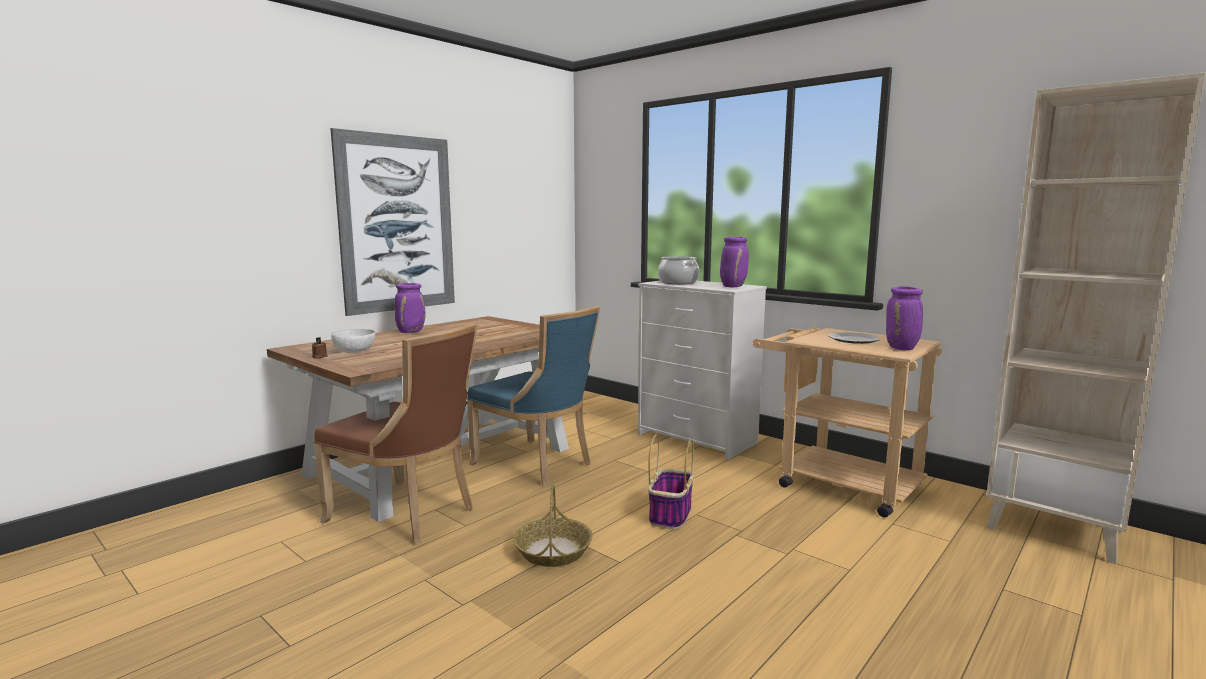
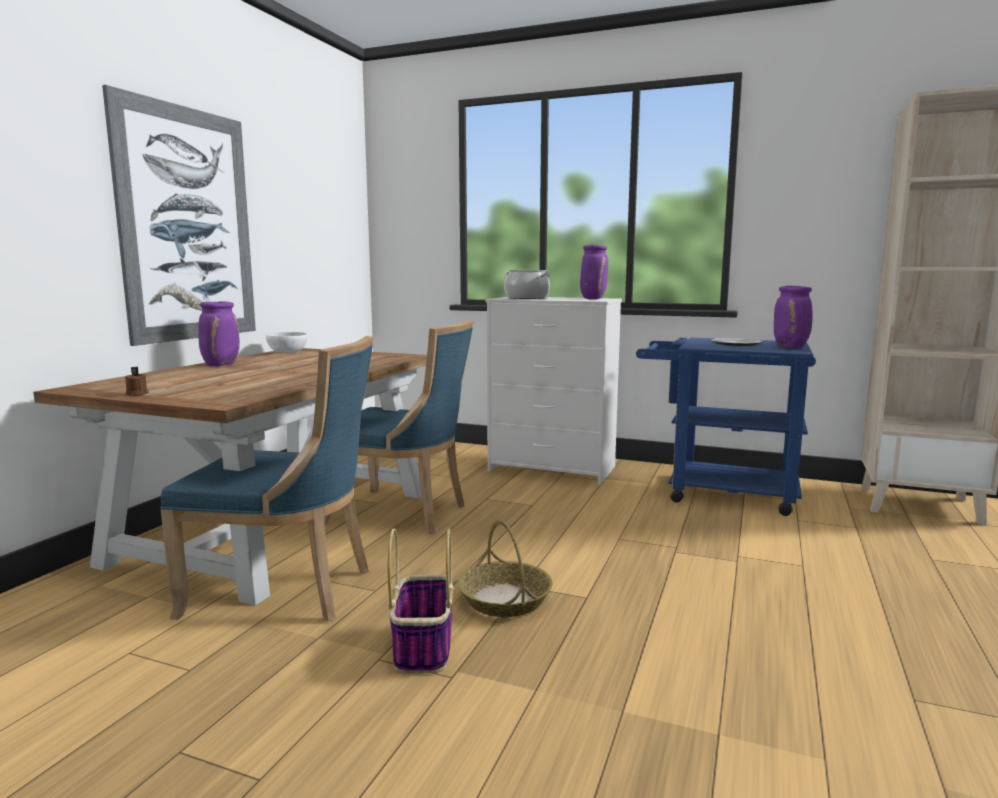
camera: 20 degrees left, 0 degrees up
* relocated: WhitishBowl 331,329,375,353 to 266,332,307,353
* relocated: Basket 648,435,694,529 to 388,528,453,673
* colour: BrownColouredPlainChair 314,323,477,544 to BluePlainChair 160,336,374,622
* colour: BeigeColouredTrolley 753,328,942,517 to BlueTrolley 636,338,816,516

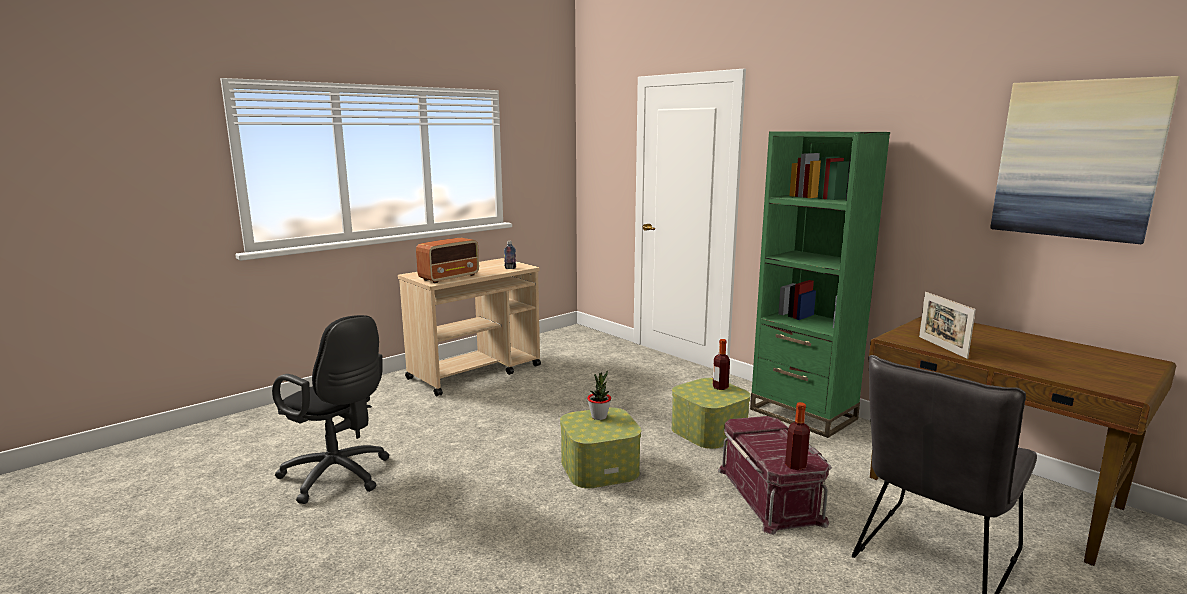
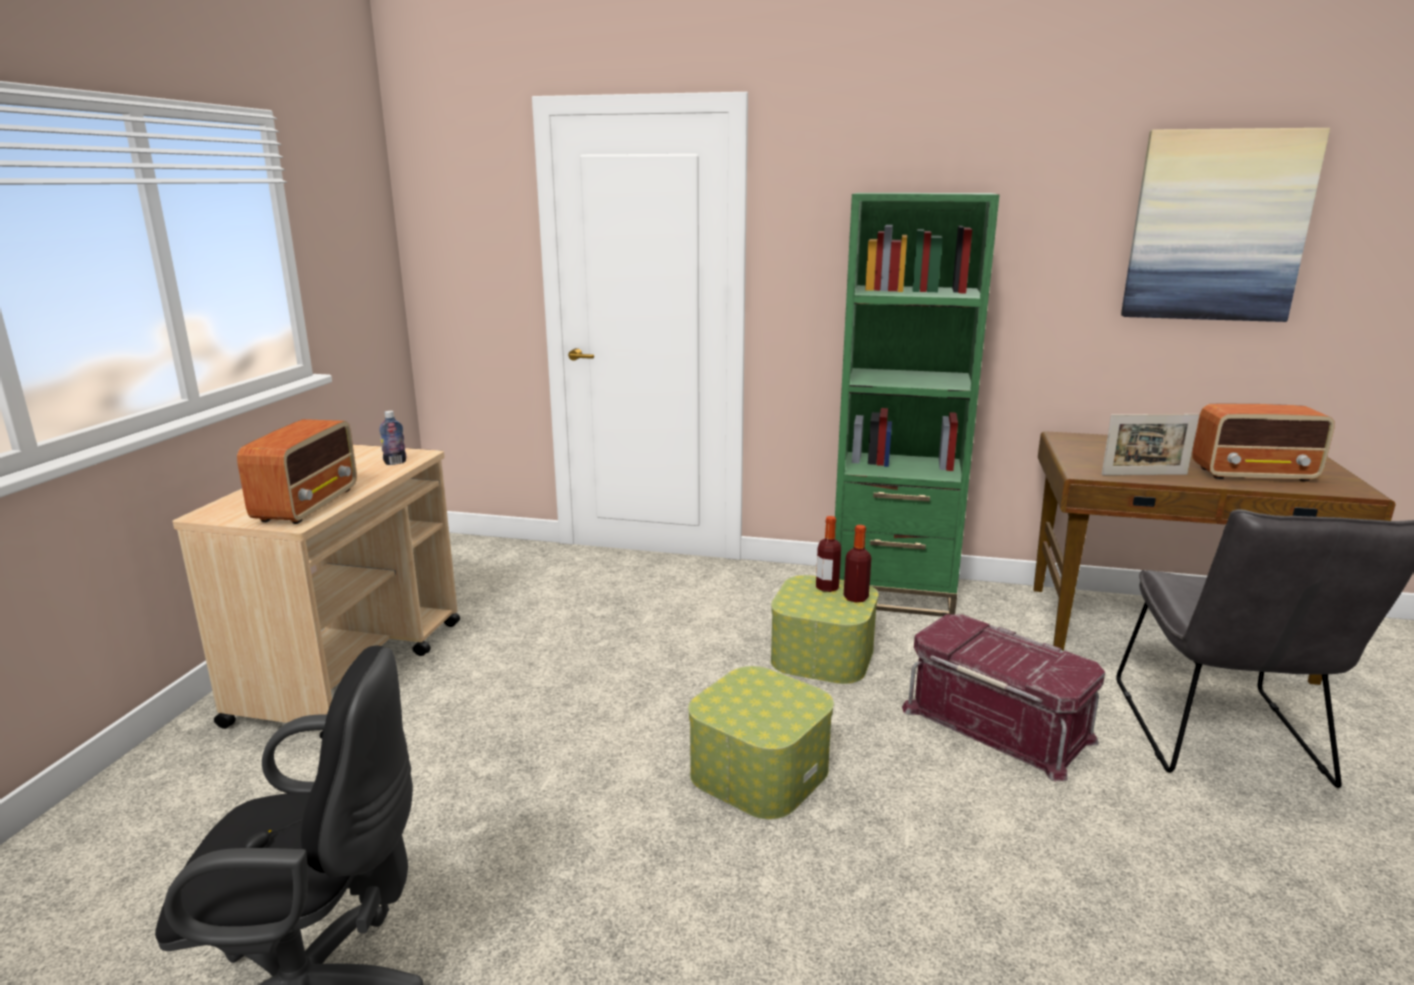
camera: 35 degrees left, 5 degrees up
* missing: PlantInAPot 587,371,611,420
* appeared: RadioReceiver 1192,404,1335,482
* relocated: BeverageBottle 785,402,810,470 to 844,525,871,603
* spun: PictureFrame 919,292,976,359 = 1101,414,1199,475 45 degrees counterclockwise

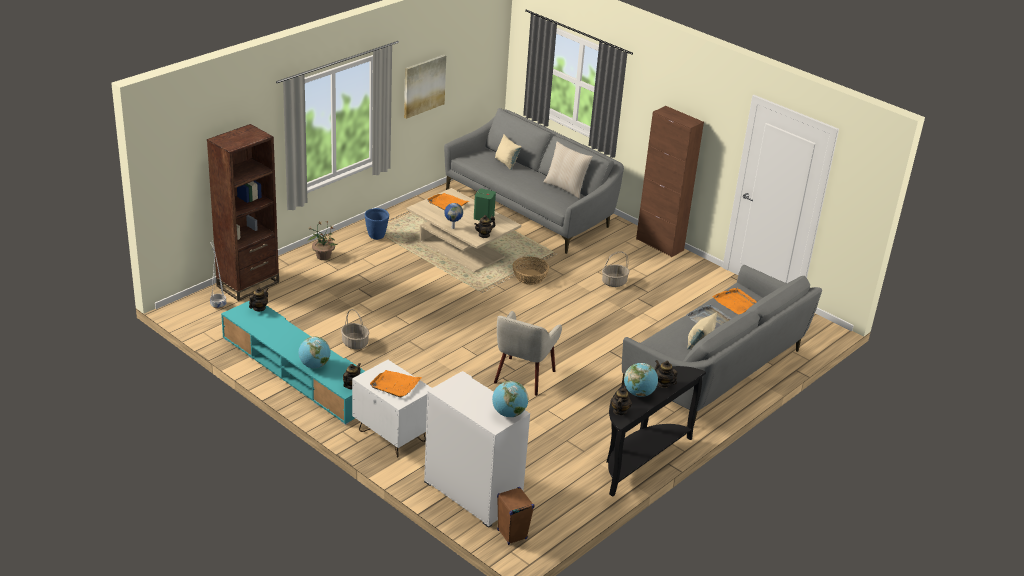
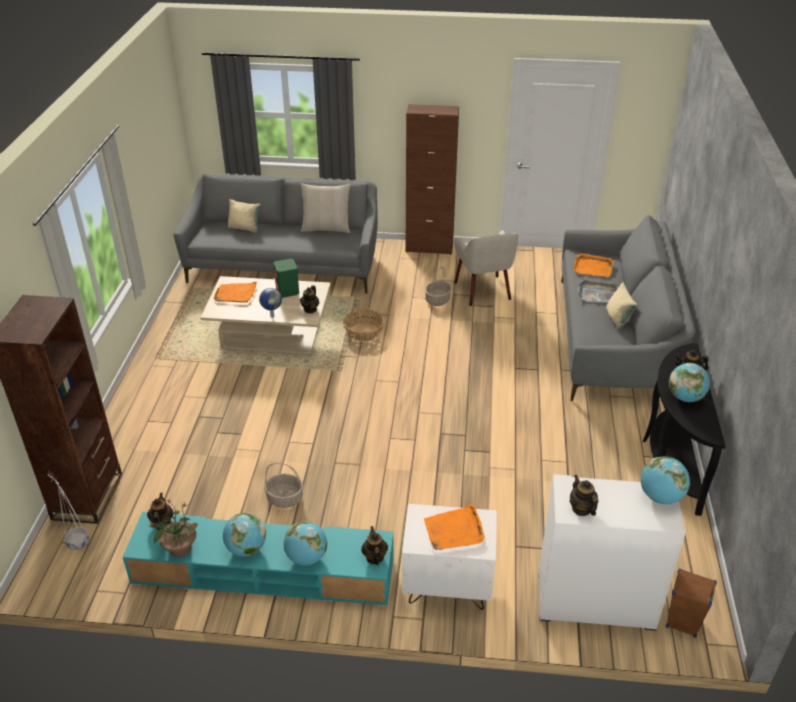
camera: 35 degrees left, 5 degrees up
* missing: BluePlantPot 365,208,389,240
* missing: WallArt 404,55,446,119
* appeared: WorldGlobe 223,513,266,557
* relocated: PlantInAPot 308,221,337,260 to 148,499,198,557
* relocated: BeigeColouredArmchair 494,311,562,396 to 454,230,518,306
* relocated: PotForTea 611,386,632,415 to 570,475,598,516

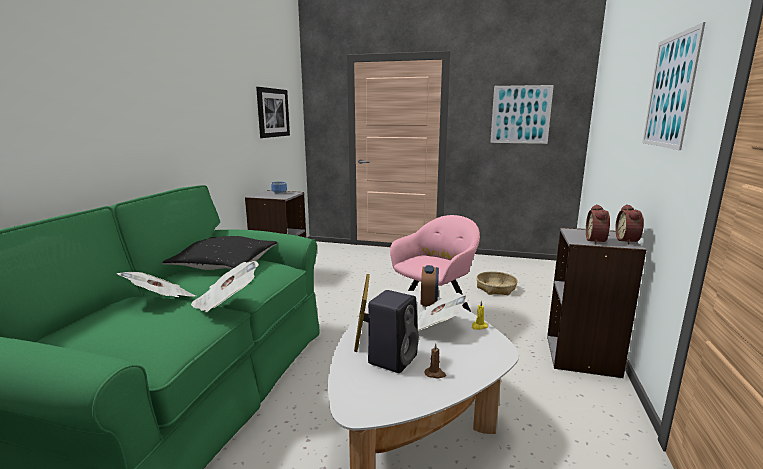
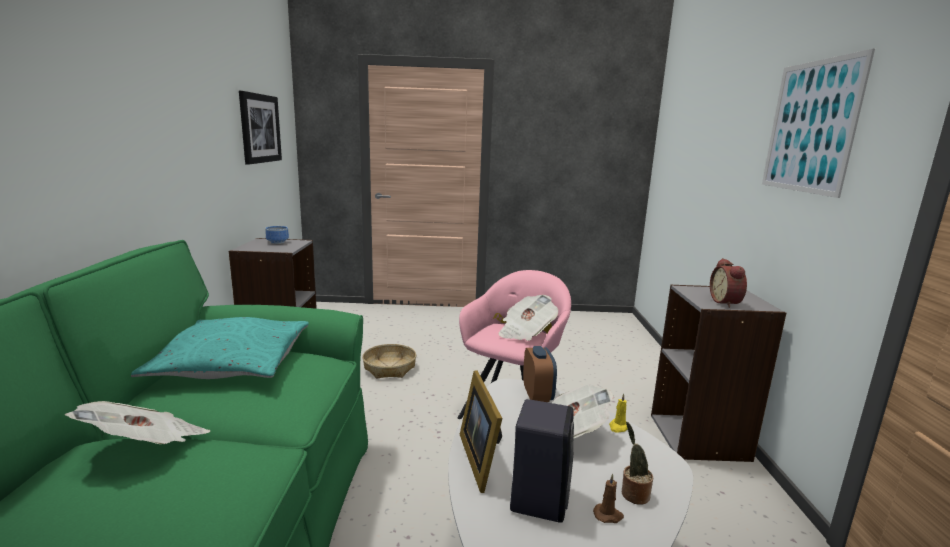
camera: 15 degrees left, 0 degrees up
* missing: WallArt 490,85,554,144
* missing: AlarmClock 615,204,644,244
* appeared: PlantInAPot 622,422,653,505
* relocated: PrintedPaper 191,261,259,313 to 498,295,558,341
* relocated: Basket 476,271,518,295 to 362,344,416,379
* colour: BlackColouredPillow 162,236,277,270 to BlueGreenPillow 131,317,309,379

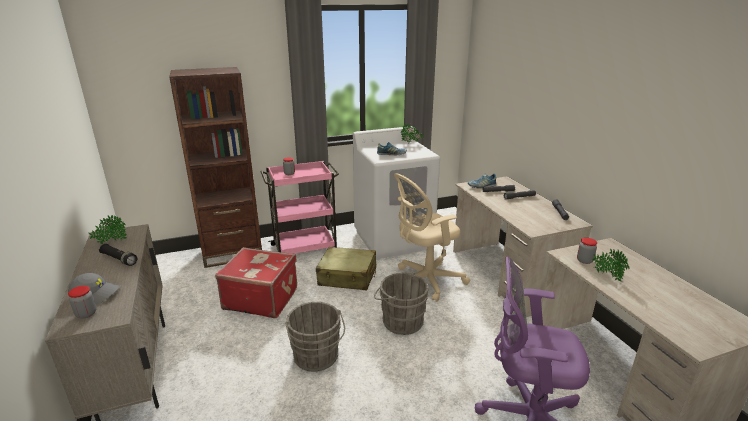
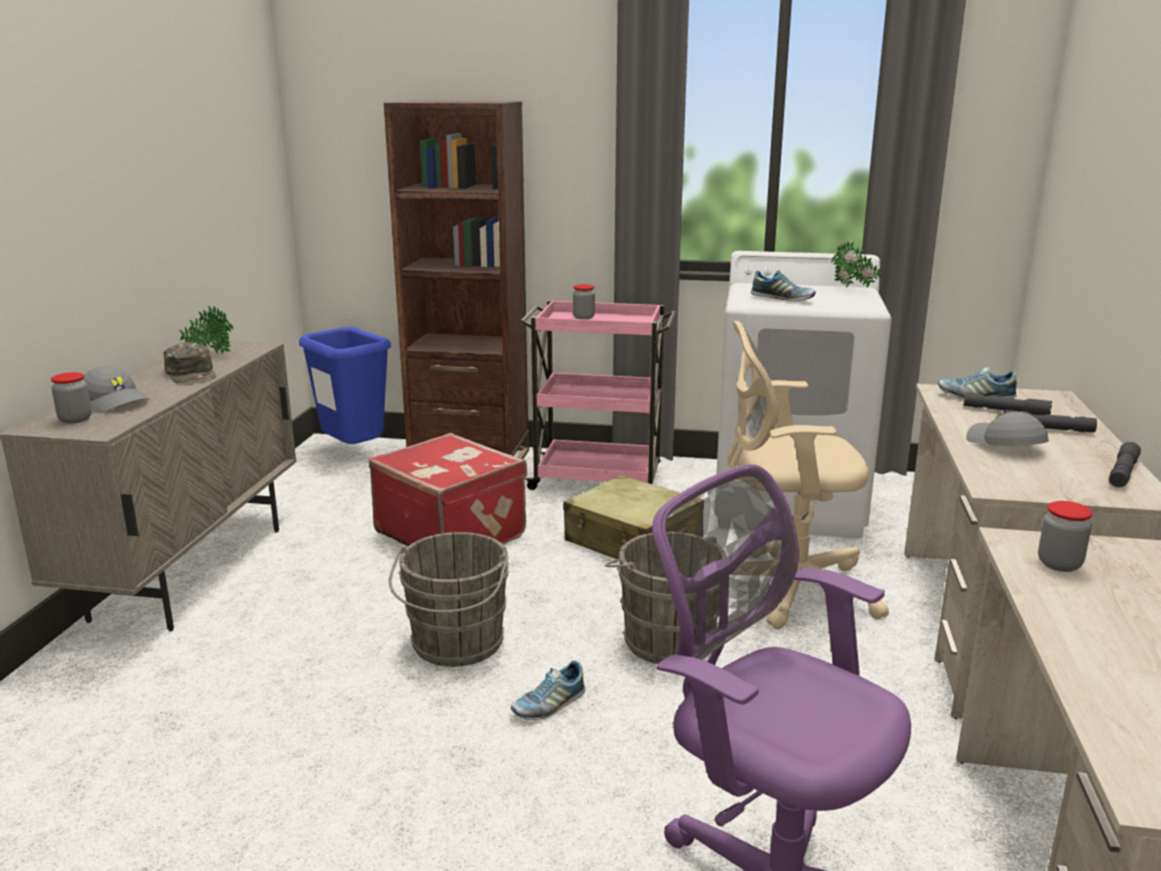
camera: 30 degrees right, 5 degrees down
* missing: PlantInAPot 592,249,629,282
* appeared: BlueTrashCan 299,327,391,444
* appeared: Shoe 511,660,585,720
* appeared: GreyCap 966,412,1049,446
* exchanged: BlackColouredHandTorch 99,244,137,266 to GreenColouredCap 163,342,216,383

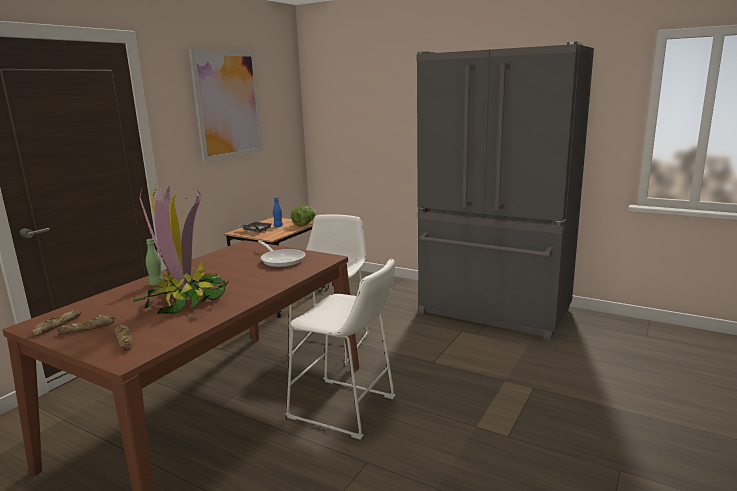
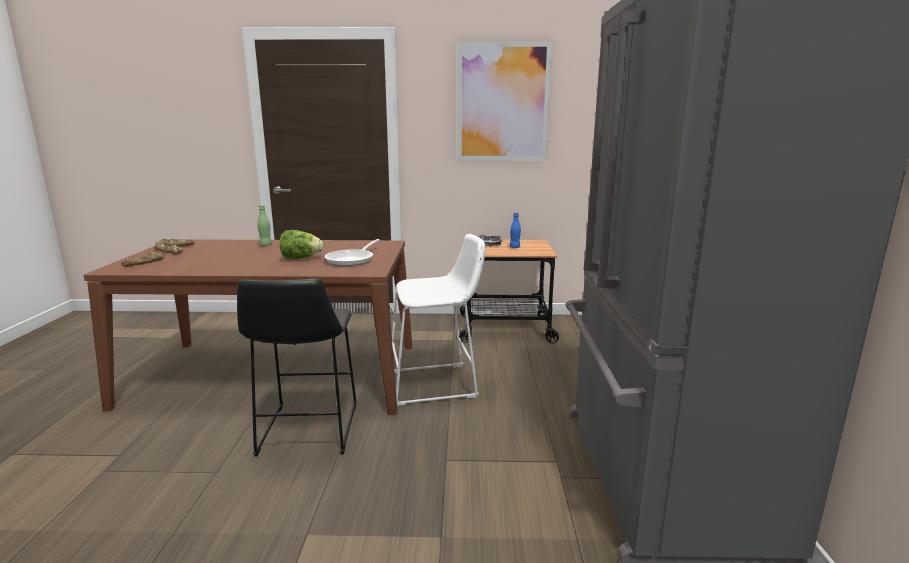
camera: 60 degrees right, 0 degrees up
* missing: PlantInAPot 133,182,229,314
* relocated: HeadOfLettuce 291,206,316,226 to 280,230,323,259
* colour: WhitishStoolSeat 285,259,395,440 to BlackColouredStoolSeat 237,279,356,457

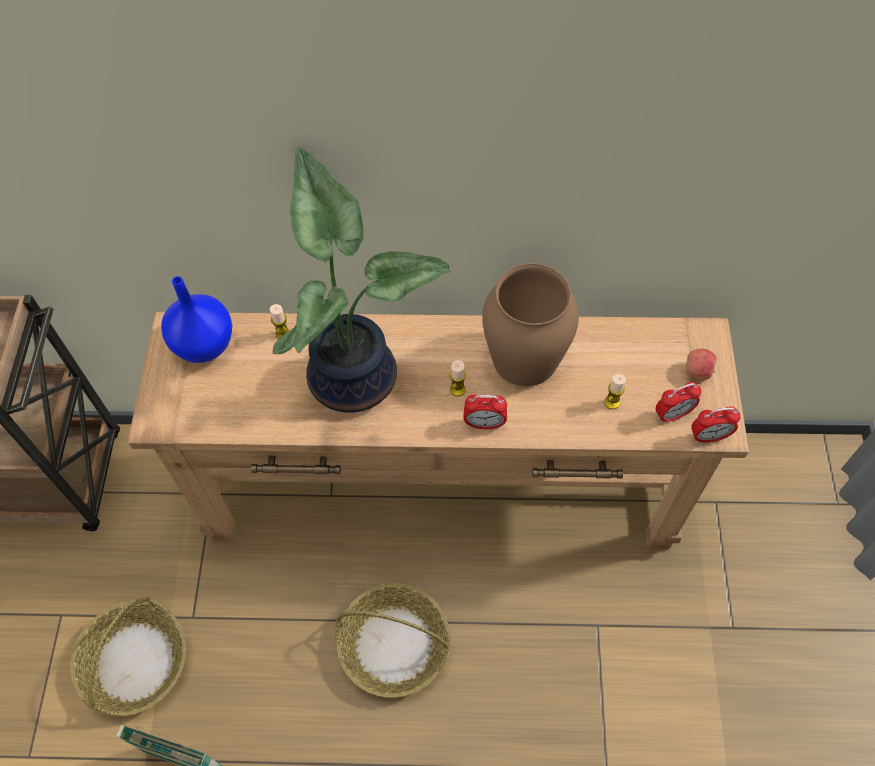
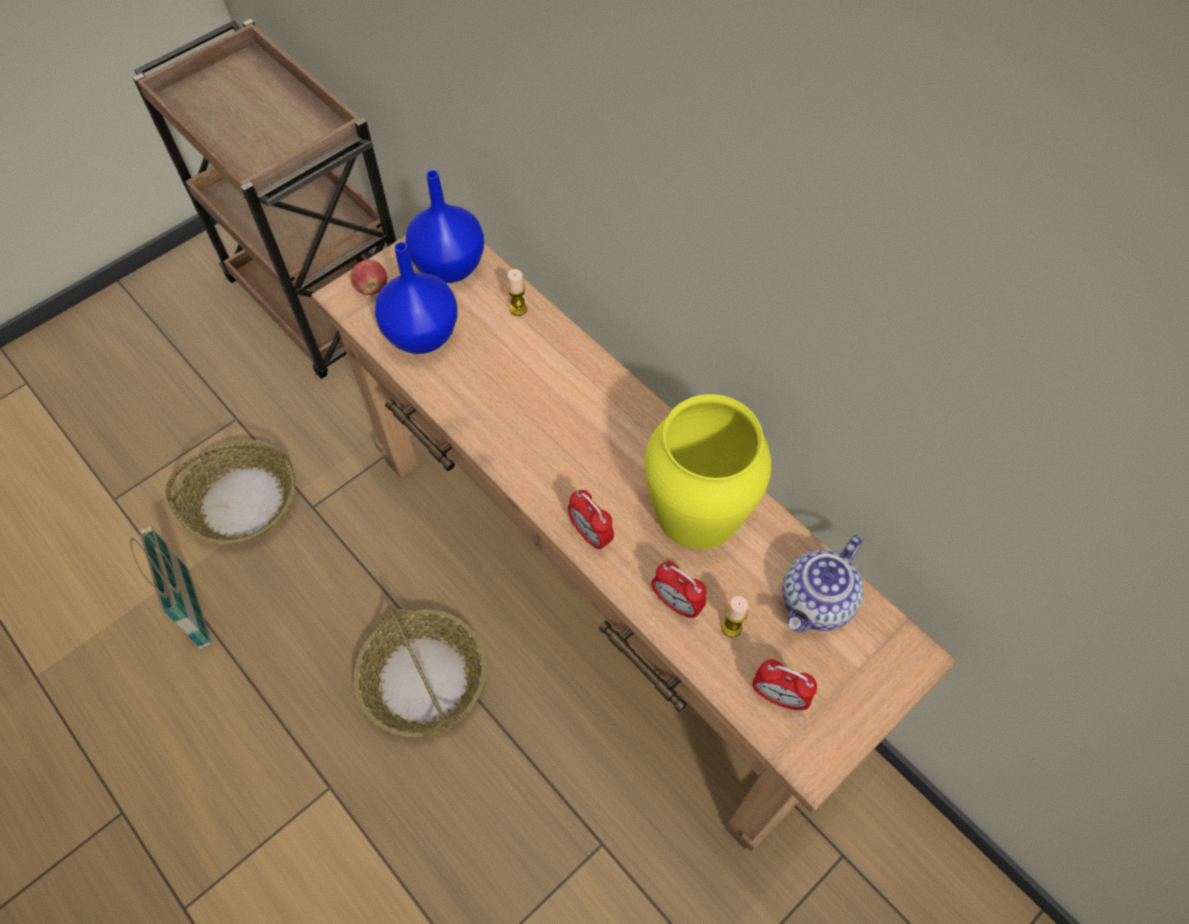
camera: 45 degrees right, 0 degrees up
* missing: PlantInAPot 273,148,451,413
* missing: Candle 450,360,466,396
* appeared: BlueFlowerVase 375,242,458,354
* appeared: PotForTea 782,535,864,632
* relocated: Apple 686,349,717,380 to 351,260,387,295
* relocated: AlarmClock 691,406,741,443 to 652,562,706,618
* colour: BrownColouredFlowerVase 482,263,579,386 to YellowishFlowerVase 644,394,771,549

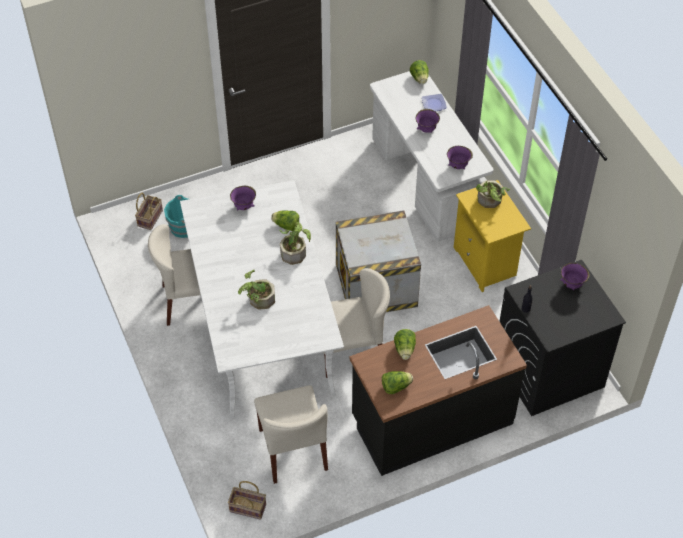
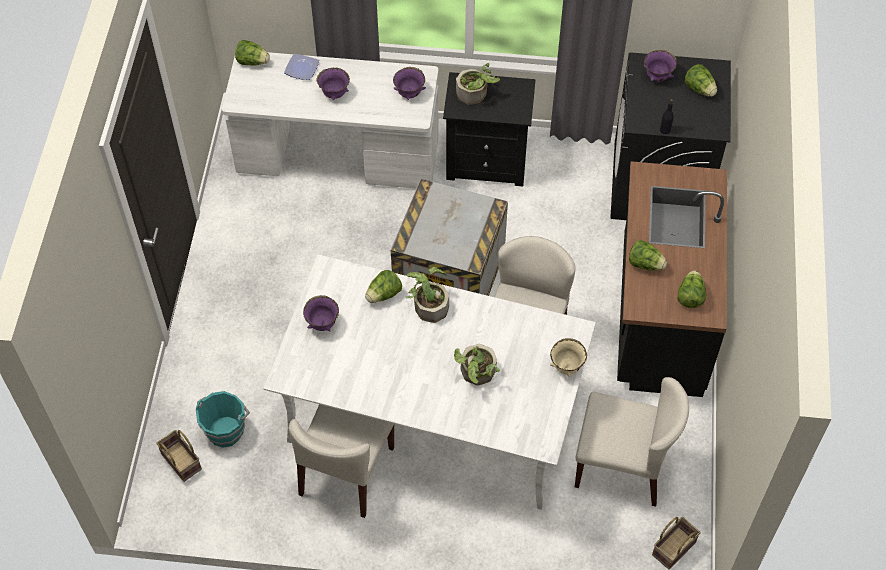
camera: 60 degrees left, 5 degrees up
* appeared: BeigeColouredBowl 550,338,587,377
* appeared: HeadOfLettuce 685,64,717,97
* colour: YellowishNightstand 454,180,531,292 to BlackColouredNightstand 443,72,536,186

